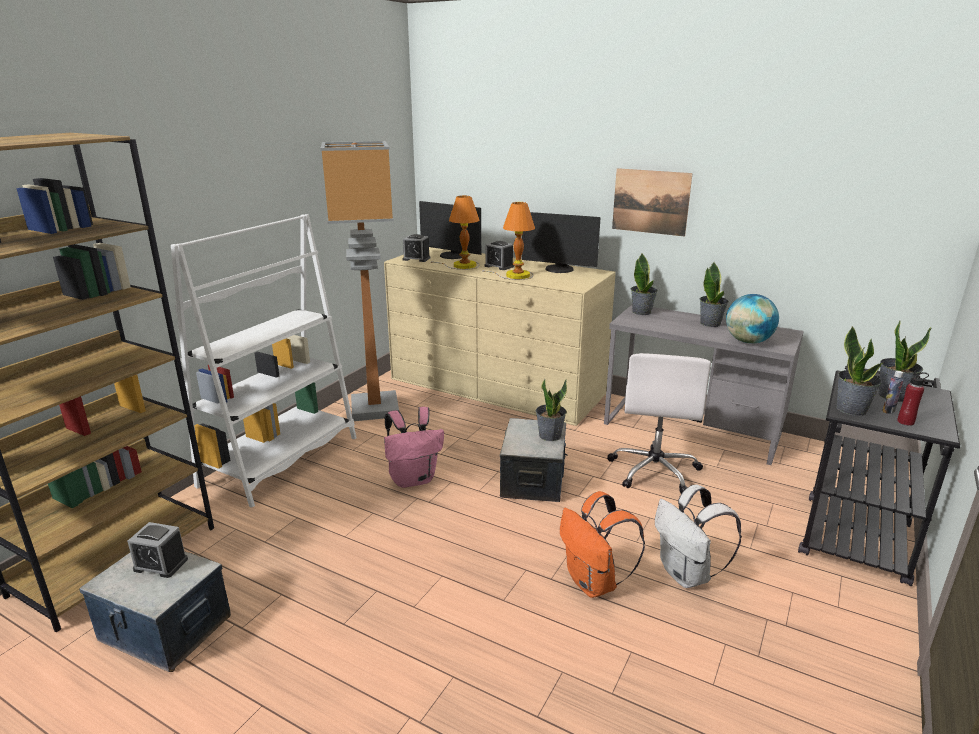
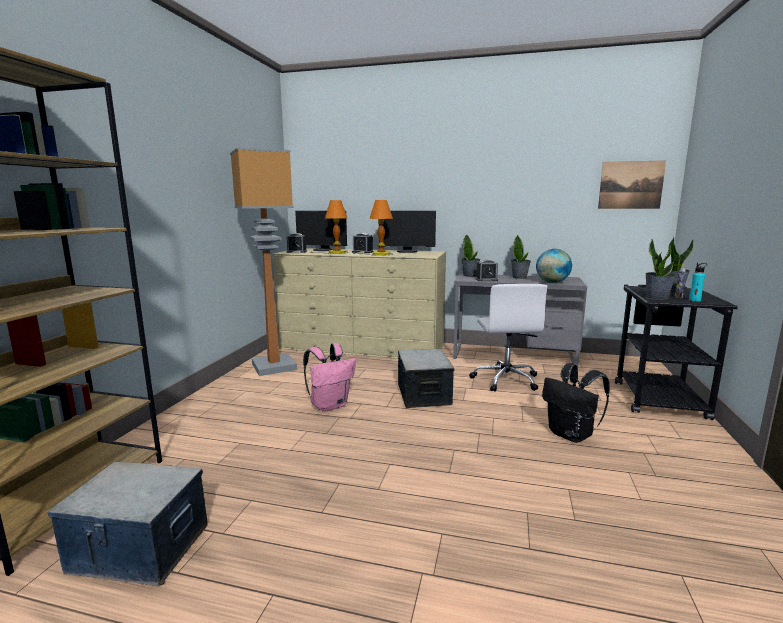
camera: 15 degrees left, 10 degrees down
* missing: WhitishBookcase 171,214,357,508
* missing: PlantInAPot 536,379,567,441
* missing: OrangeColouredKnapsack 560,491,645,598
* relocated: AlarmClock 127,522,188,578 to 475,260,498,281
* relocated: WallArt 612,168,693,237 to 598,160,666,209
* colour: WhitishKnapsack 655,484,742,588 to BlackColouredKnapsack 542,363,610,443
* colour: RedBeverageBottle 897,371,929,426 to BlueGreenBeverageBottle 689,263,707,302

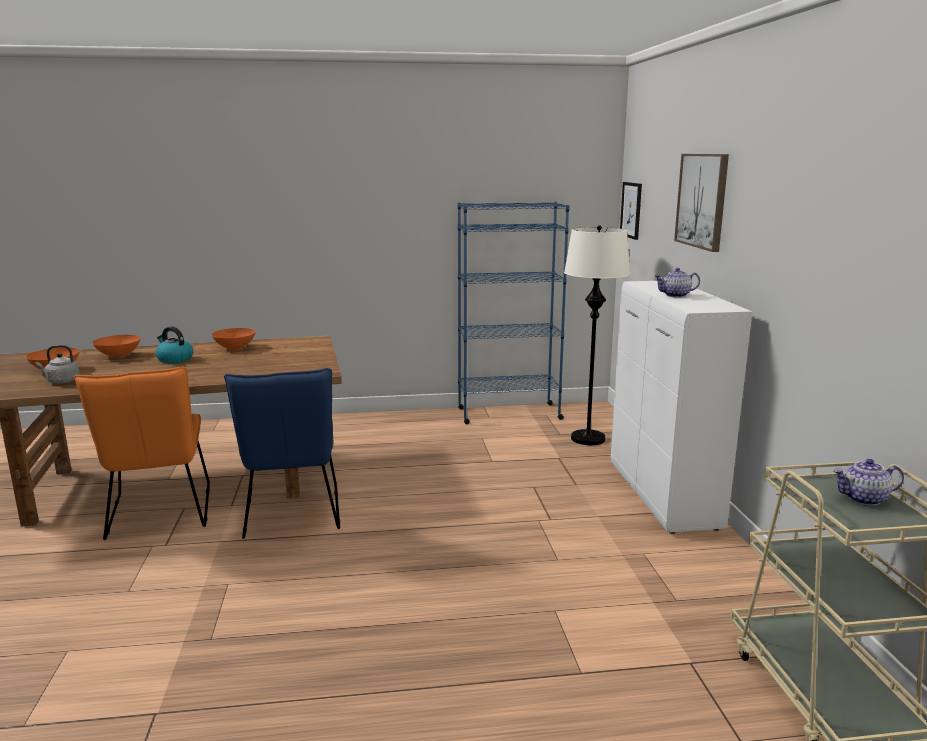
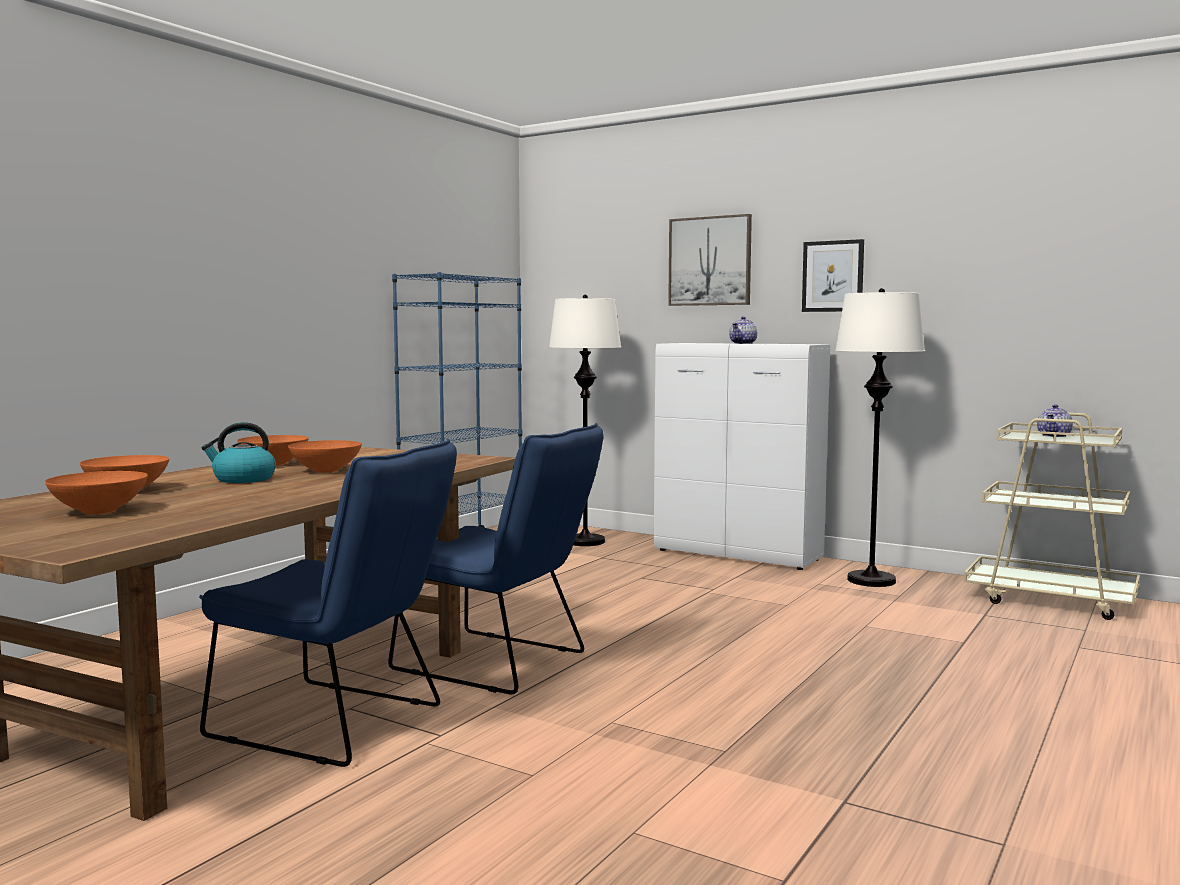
camera: 50 degrees left, 10 degrees down
* missing: GreyTeaKettle 36,345,80,384
* appeared: OrangeColouredBowl 288,440,362,473
* appeared: WhitishStandingLamp 835,288,925,587
* relocated: WallArt 620,182,642,240 to 802,239,864,312
* colour: OrangeColouredPlainChair 74,366,210,540 to BluePlainChair 199,439,457,767

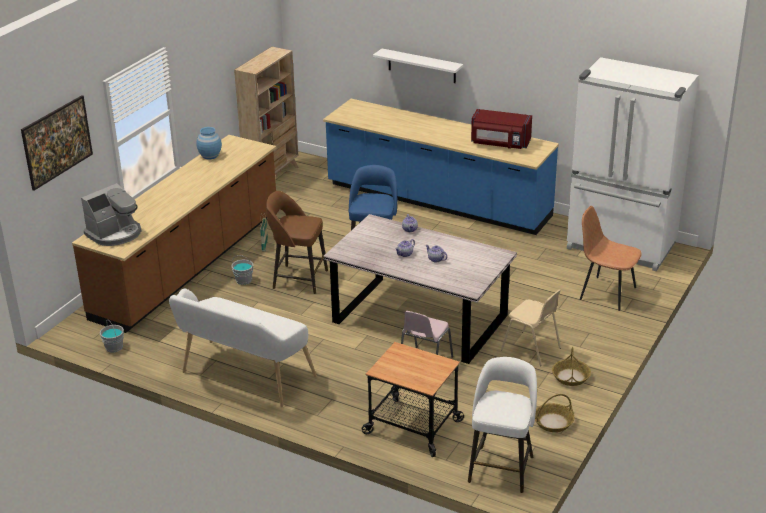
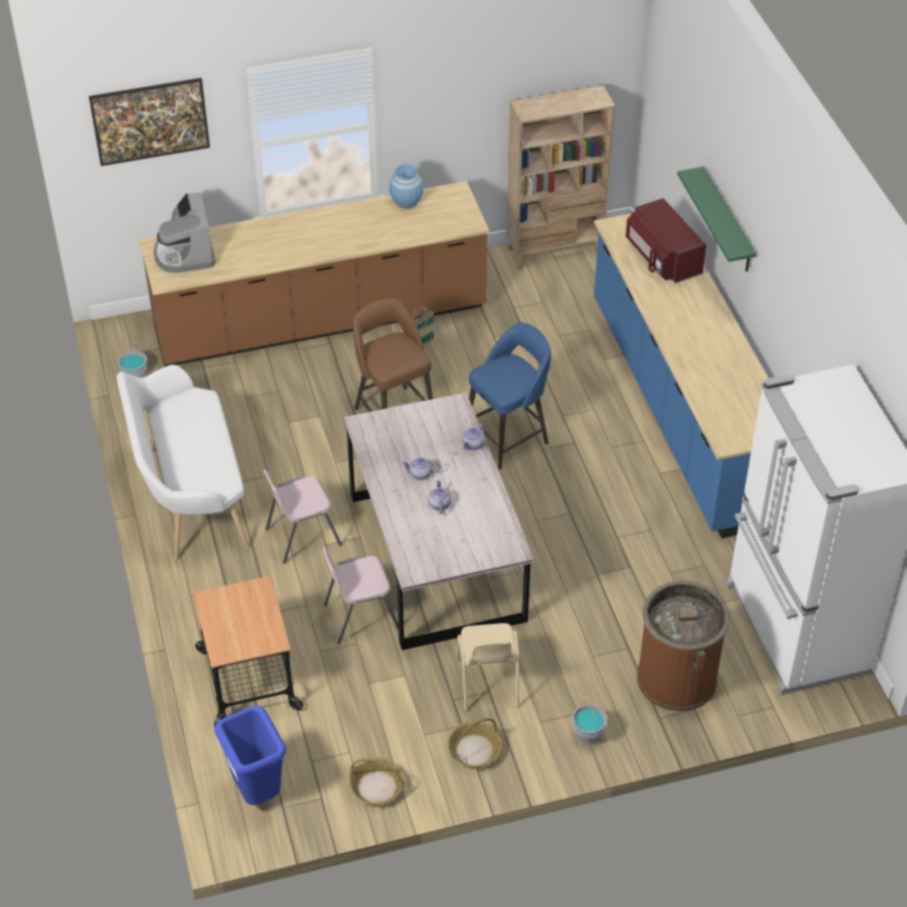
camera: 45 degrees right, 15 degrees up
* appeared: PinkPlainChair 263,470,342,564
* relocated: GreyWaterBucket 231,255,254,285 to 572,700,607,745
* relocated: RedMicrowaveOven 471,109,532,149 to 626,198,706,283
* exchanged: WhitishStoolSeat 468,357,537,493 to BlueTrashCan 214,706,286,805
* exchanged: BrownColouredPlainChair 580,206,642,311 to BrownColouredTrashCan 637,581,730,711
* colour: WhitishBracketShelf 373,49,463,83 to GreenColouredBracketShelf 677,166,756,272
* spun: CoffeeBrewer 81,183,141,246 = 154,192,216,273 75 degrees clockwise

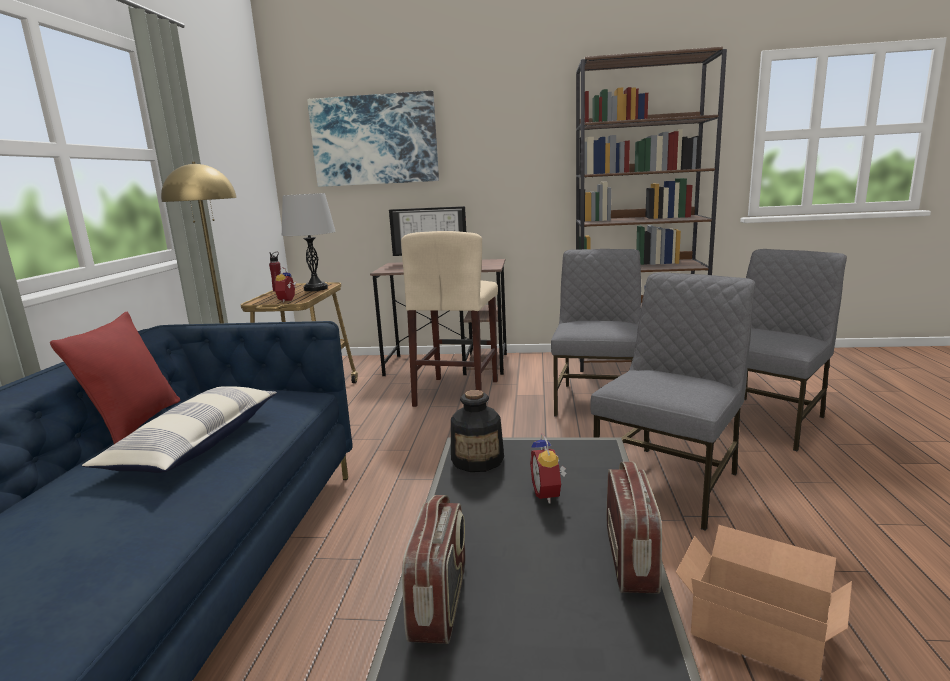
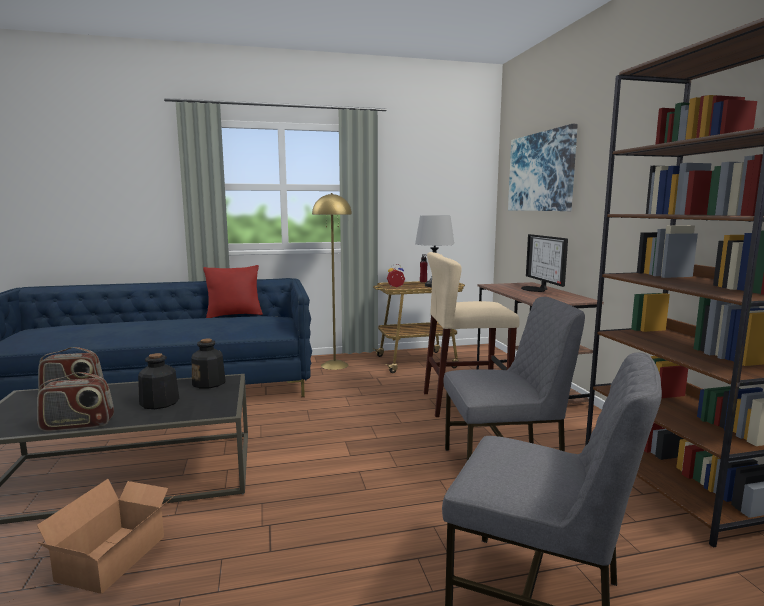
camera: 70 degrees right, 5 degrees down
* missing: Pillow 82,386,277,473
* missing: GreyPlainChair 590,272,755,531
* exchanged: AlarmClock 530,433,566,504 to BeverageBottle 138,353,179,409

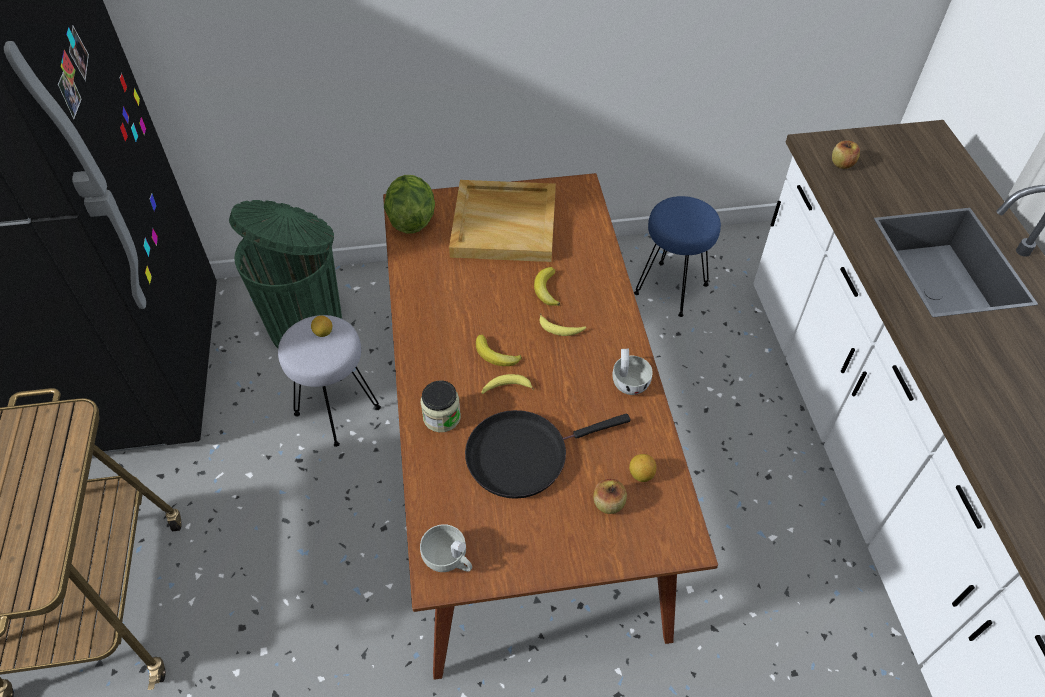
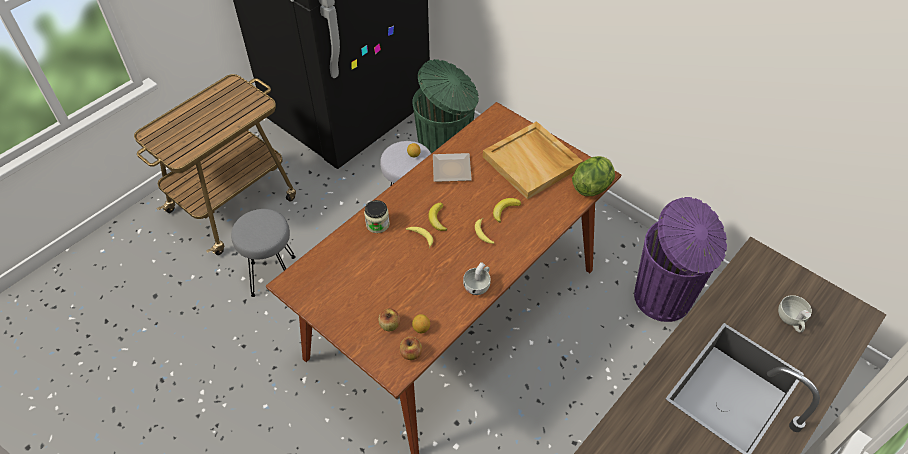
camera: 50 degrees right, 0 degrees up
* missing: BlackColouredFryingPan 465,410,631,499
* appeared: GreyStoolSeat 231,209,296,297
* appeared: DinnerPlate 433,153,472,182
* relocated: HeadOfLettuce 384,175,435,233 to 572,156,615,196
* relocated: WhitishDrinkingCup 420,524,472,572 to 778,295,812,332
* relocated: Apple 832,141,860,169 to 400,337,422,360
* exchanged: BlueStoolSeat 634,196,721,317 to PurpleColouredTrashCan 634,197,727,322

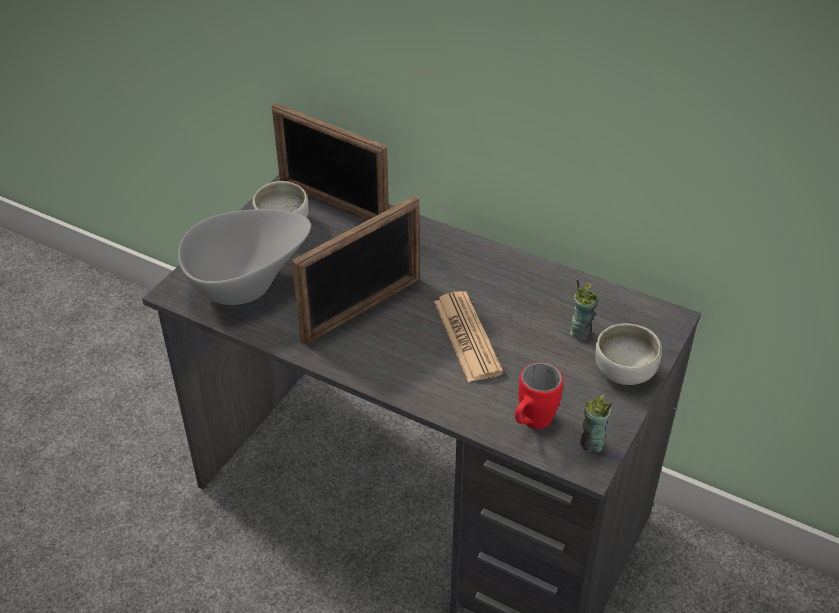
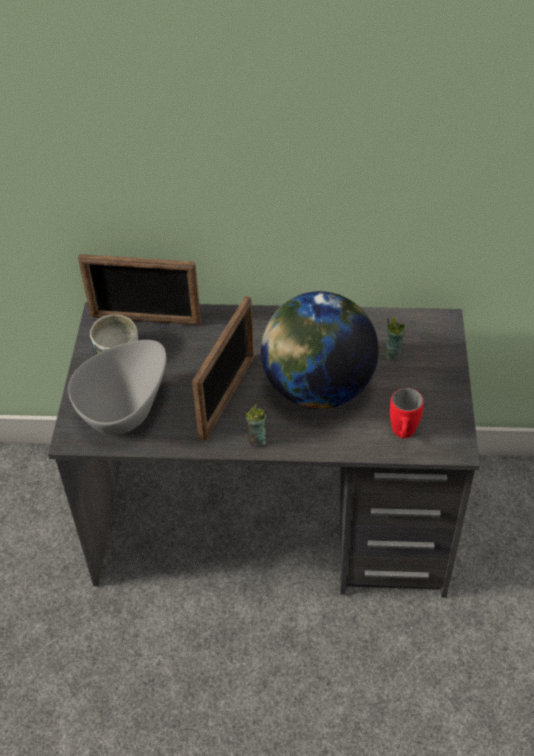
camera: 25 degrees left, 5 degrees up
* missing: Bowl 595,323,662,385
* relocated: DrinkingCup 580,395,613,452 to 246,404,266,448
* exchanged: PrintedPaper 434,291,503,382 to WorldGlobe 261,291,379,409

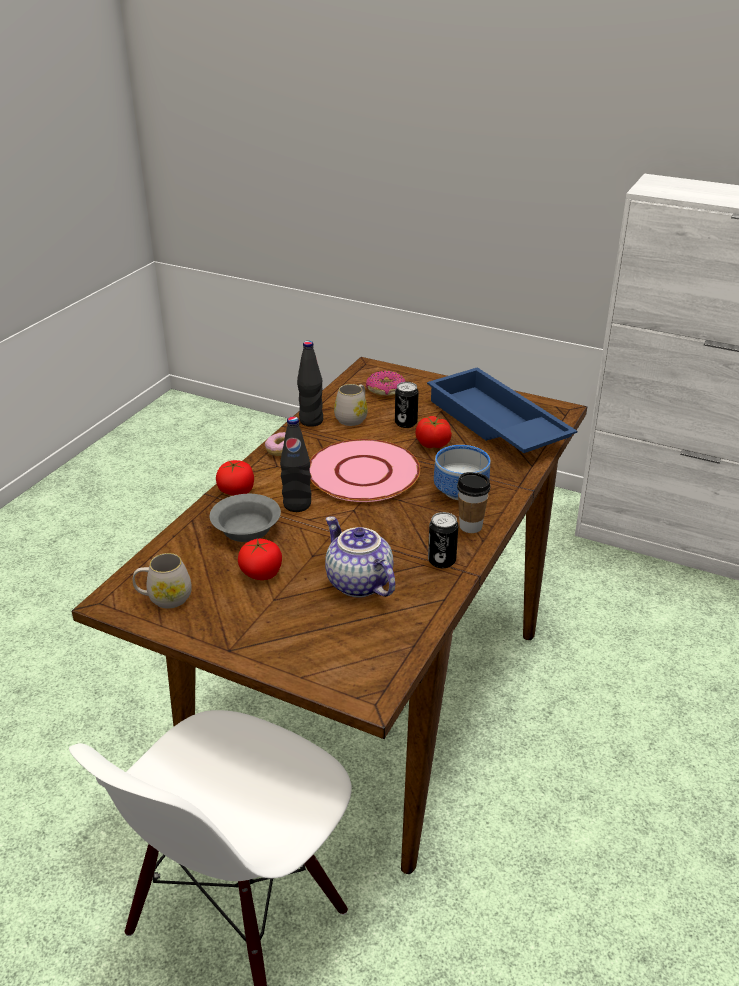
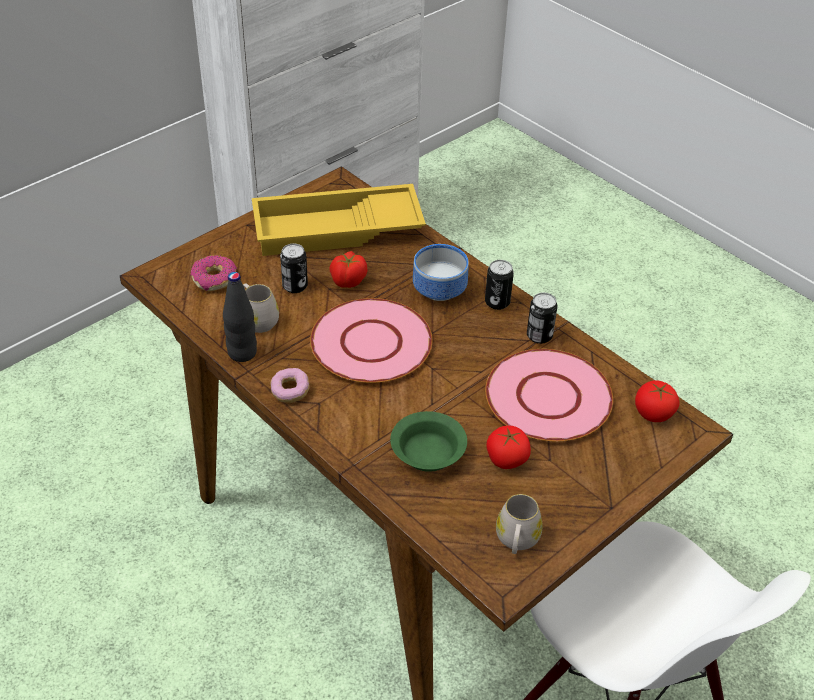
camera: 70 degrees left, 10 degrees up
* missing: BlackColouredBeverageBottle 280,417,312,512
* relocated: Tomato 216,460,254,496 to 635,380,680,422
* exchanged: PotForTea 325,516,395,597 to PinkDinnerPlate 485,349,613,442
* exchanged: DrinkingCup 457,472,491,533 to SealedCan 485,260,514,310
* colour: GreyBowl 210,494,281,542 to GreenColouredBowl 390,411,467,472
* colour: BlueCarryingTray 427,367,577,453 to YellowishCarryingTray 252,184,426,256

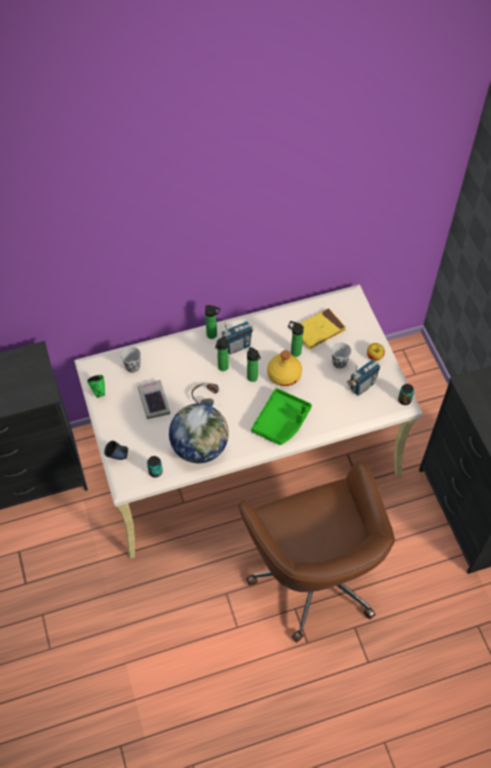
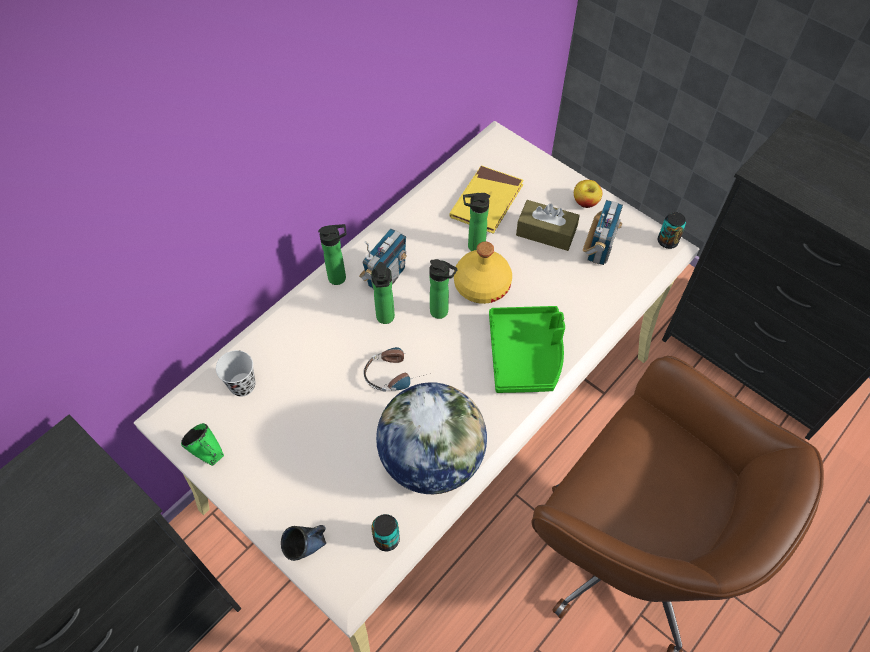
camera: 30 degrees left, 0 degrees up
* missing: Book 138,380,170,419
* exchanged: BlackColouredDrinkingCup 331,342,352,369 to BrownColouredTissueBox 516,200,580,251

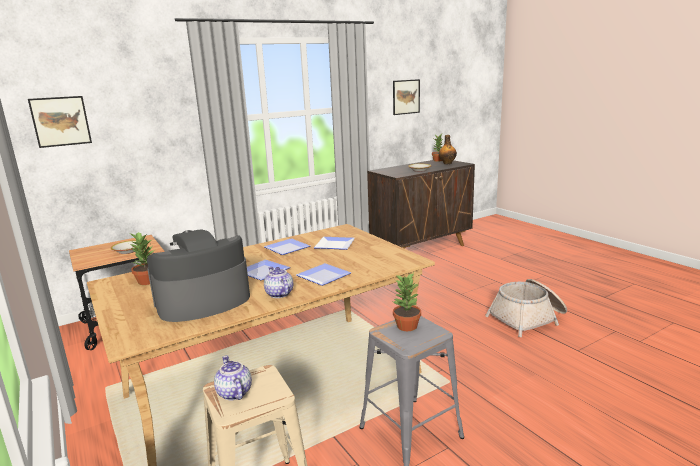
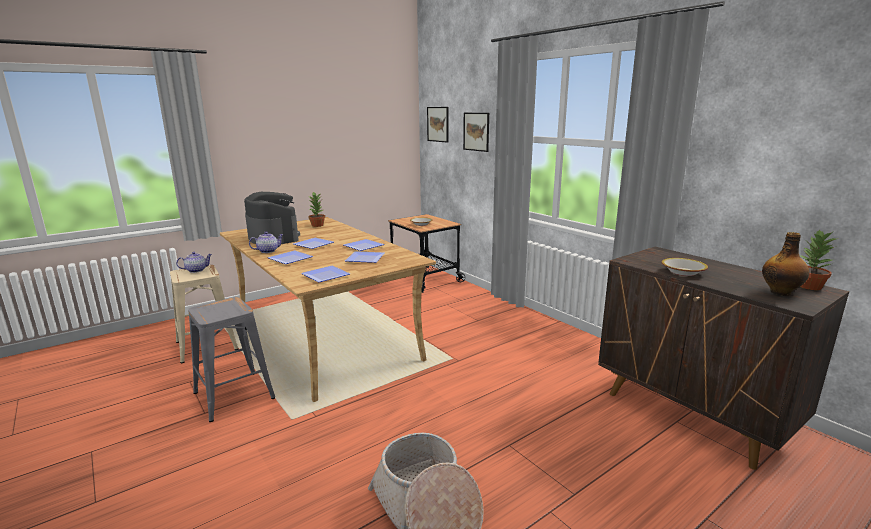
camera: 85 degrees right, 0 degrees up
* missing: PlantInAPot 393,273,421,331
* appeared: DinnerPlate 301,266,350,283
* relocated: WallArt 393,79,420,115 to 463,113,489,152

